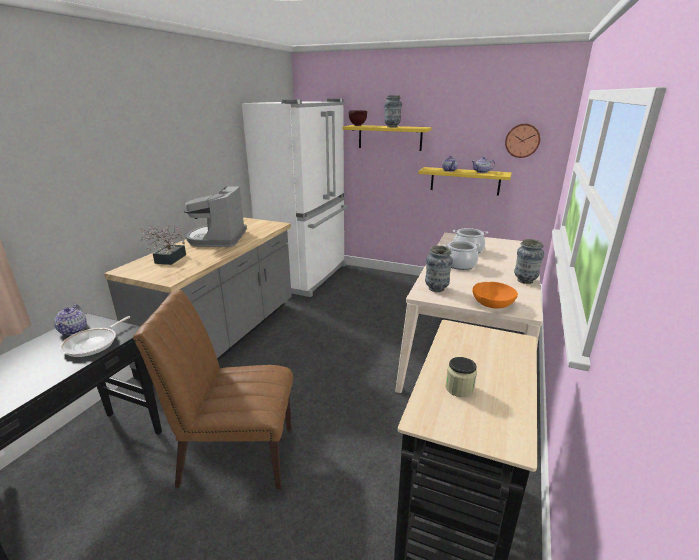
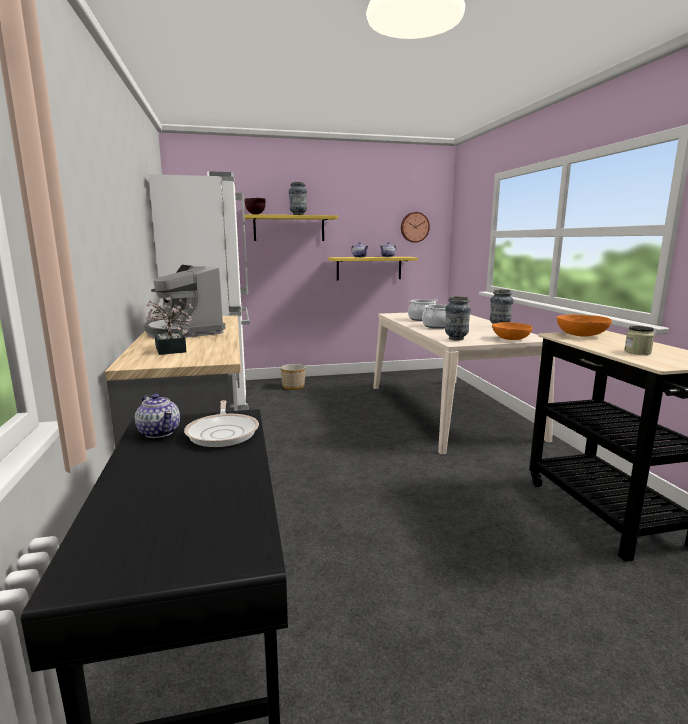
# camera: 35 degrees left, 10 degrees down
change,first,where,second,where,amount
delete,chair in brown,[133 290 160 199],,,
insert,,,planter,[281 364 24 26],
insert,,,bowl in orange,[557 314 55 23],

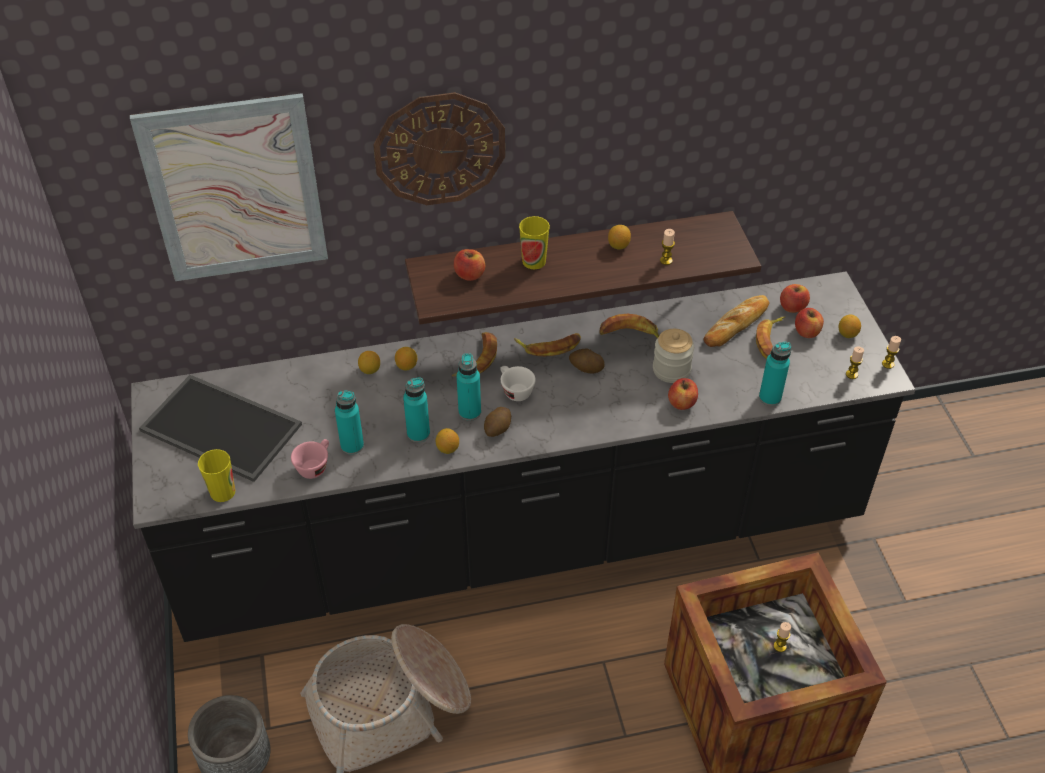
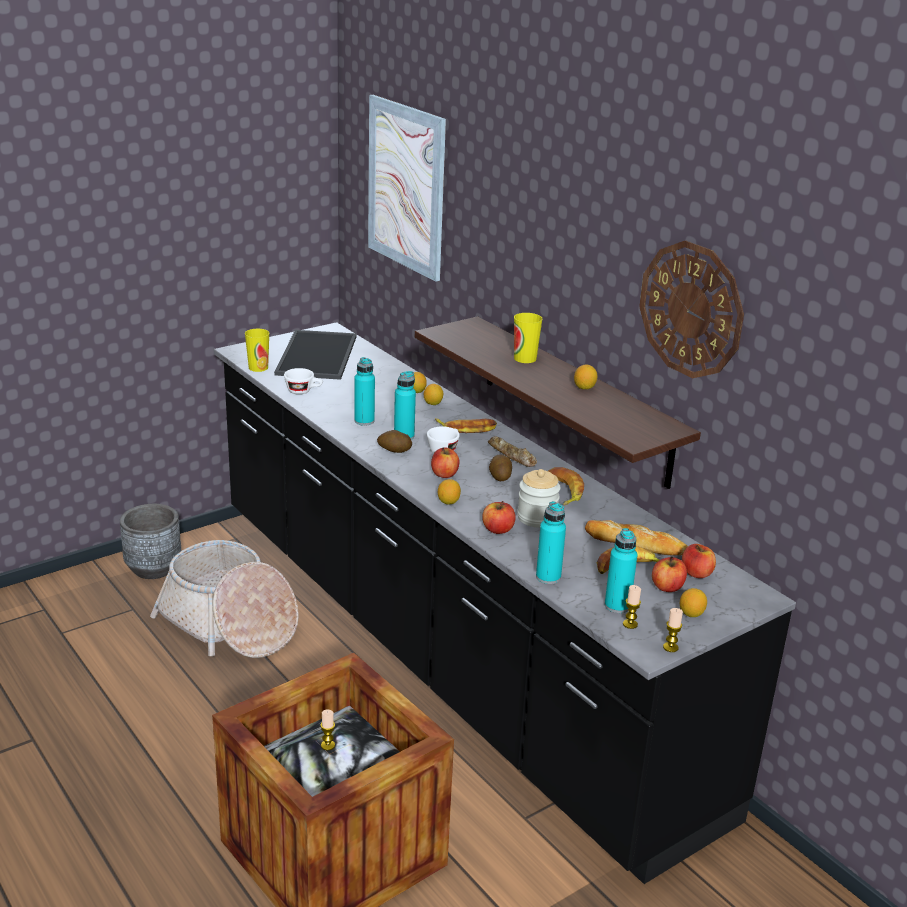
# camera: 65 degrees right, 20 degrees down
change,first,where,second,where,amount
recolor,cup in pink,[291 439 38 40],cup in white,[284 368 39 27],
move,bottle in turquoise,[335 390 29 65],,[605 528 32 85],
move,wall clock,[373 92 132 113],,[639 240 105 138],
move,lemon,[436 428 23 26],,[438 479 23 26],
move,apple,[454 249 31 32],,[431 447 28 31],
replace,banana,[514 333 67 24],bread,[488 436 49 31],
delete,candle,[660 229 15 36],,,

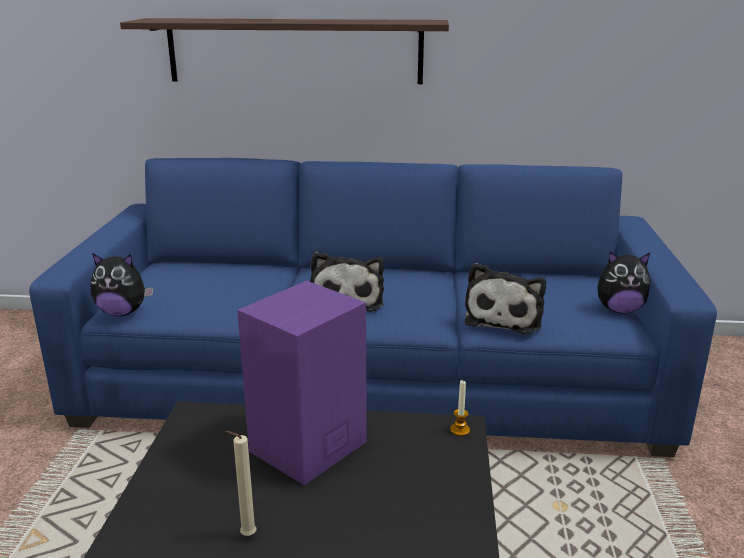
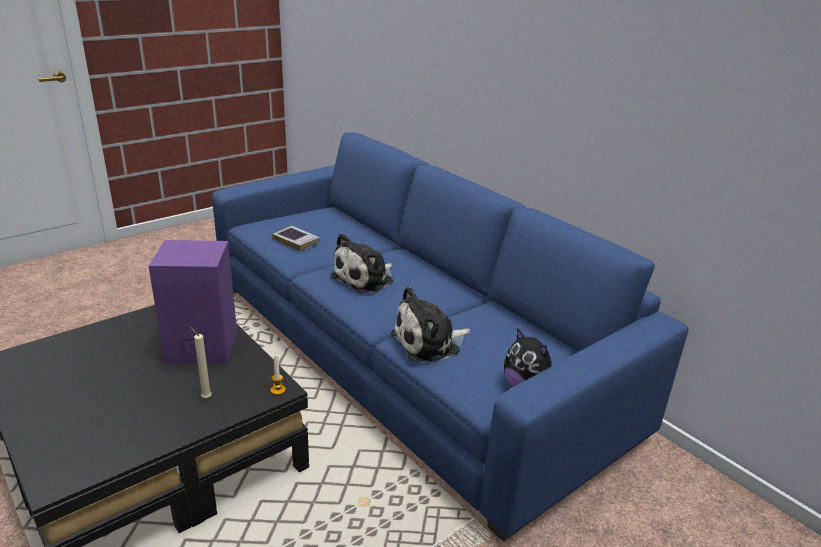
# camera: 45 degrees right, 5 degrees up
change,first,where,second,where,amount
delete,plush toy,[91 253 63 63],,,
delete,shelf,[120 18 329 66],,,
move,candle in beige,[225 431 31 105],,[190 327 22 71],
insert,,,book,[272 226 48 26],

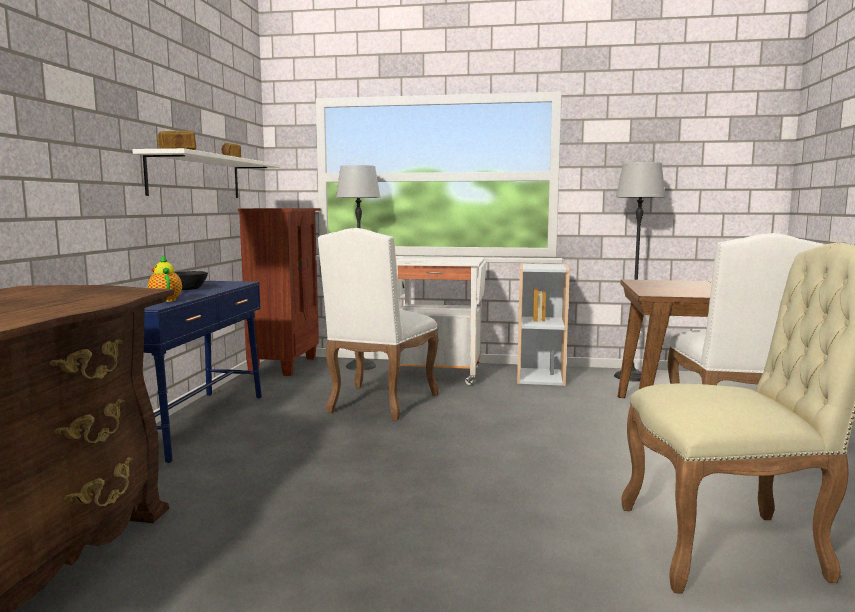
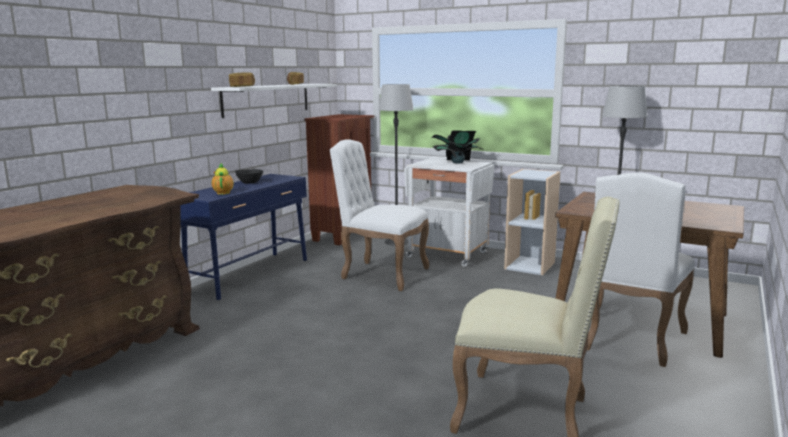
# camera: 20 degrees right, 5 degrees up
change,first,where,second,where,amount
rotate,chair in white,[318 228 121 193],,[330 139 99 152],75 degrees clockwise
insert,,,potted plant,[431 130 53 33],

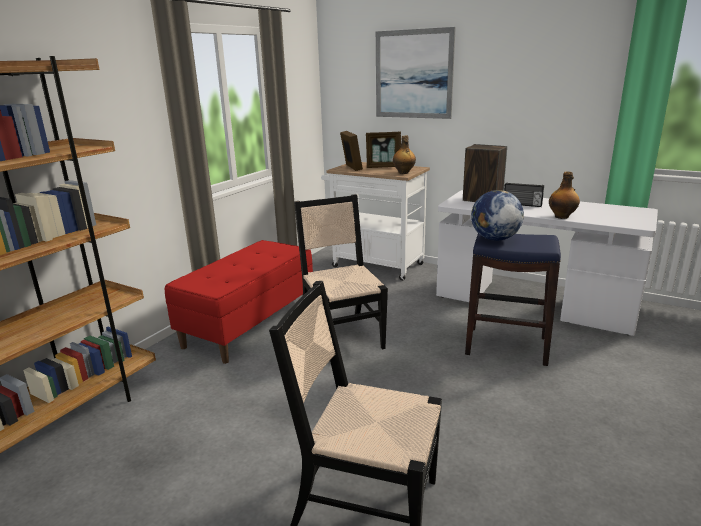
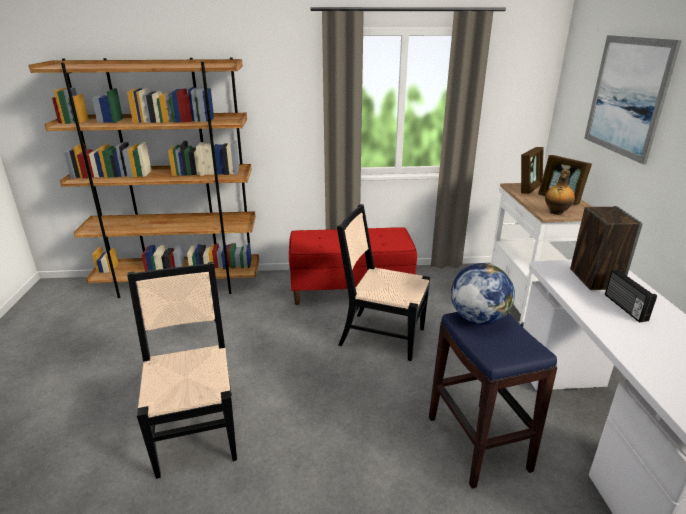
# camera: 55 degrees right, 5 degrees up
change,first,where,second,where,amount
rotate,chair,[294 194 94 155],,[337 204 93 157],105 degrees counterclockwise
delete,bottle,[549 171 31 48],,,

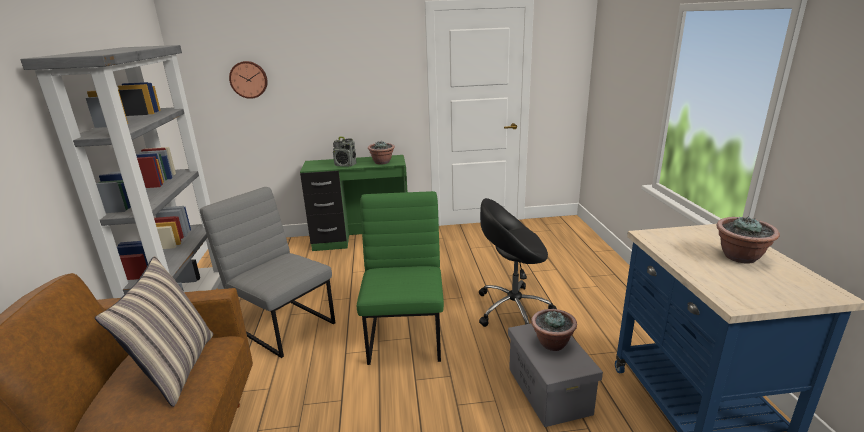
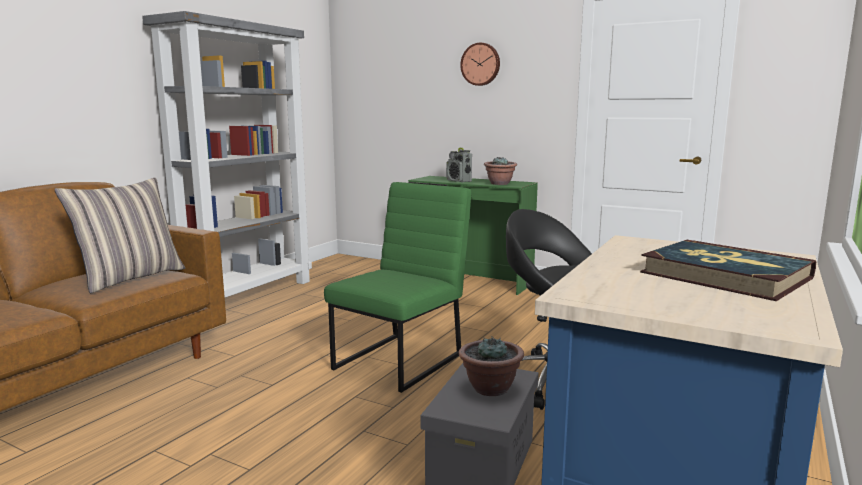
# camera: 35 degrees right, 10 degrees down
change,first,where,second,where,amount
delete,chair in grey,[200 187 135 171],,,
move,wall clock,[229 61 39 38],,[460 43 40 43],
replace,potted plant,[716 217 64 46],book,[640 240 176 61],

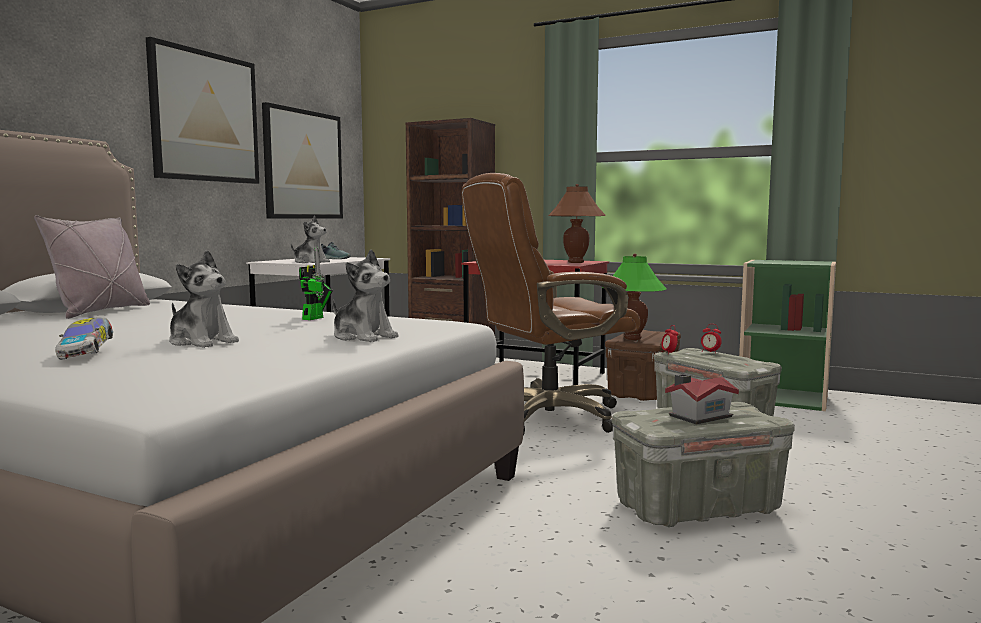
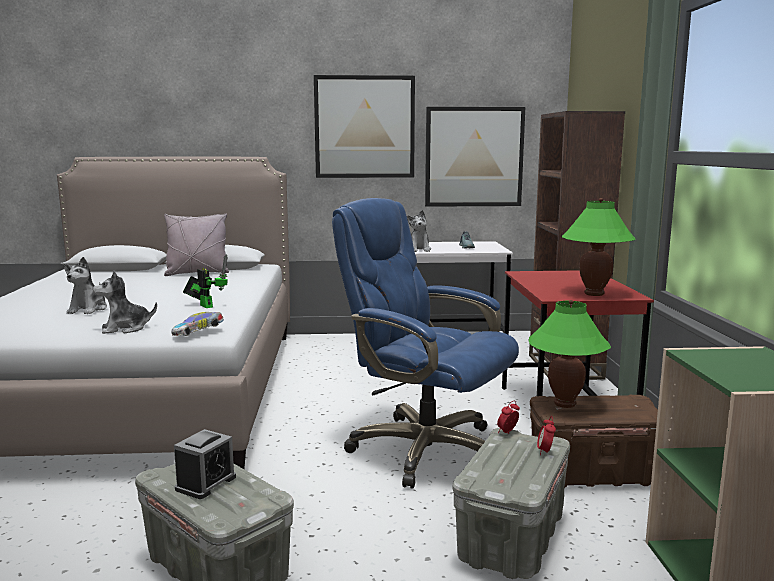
# camera: 60 degrees right, 5 degrees up
change,first,where,second,where,amount
move,toy car,[55 317 58 43],,[171 312 53 24],
rotate,toy robot,[299 246 34 74],,[183 255 45 53],120 degrees counterclockwise
rotate,plush toy,[333 249 66 93],,[93 270 64 64],60 degrees clockwise
recolor,office chair in brown,[462 173 178 262],office chair in blue,[332 198 187 291],
recolor,table lamp in brown,[548 184 58 79],table lamp in green,[562 198 74 98],
replace,toy house,[665 374 74 51],alarm clock,[174 429 62 70],

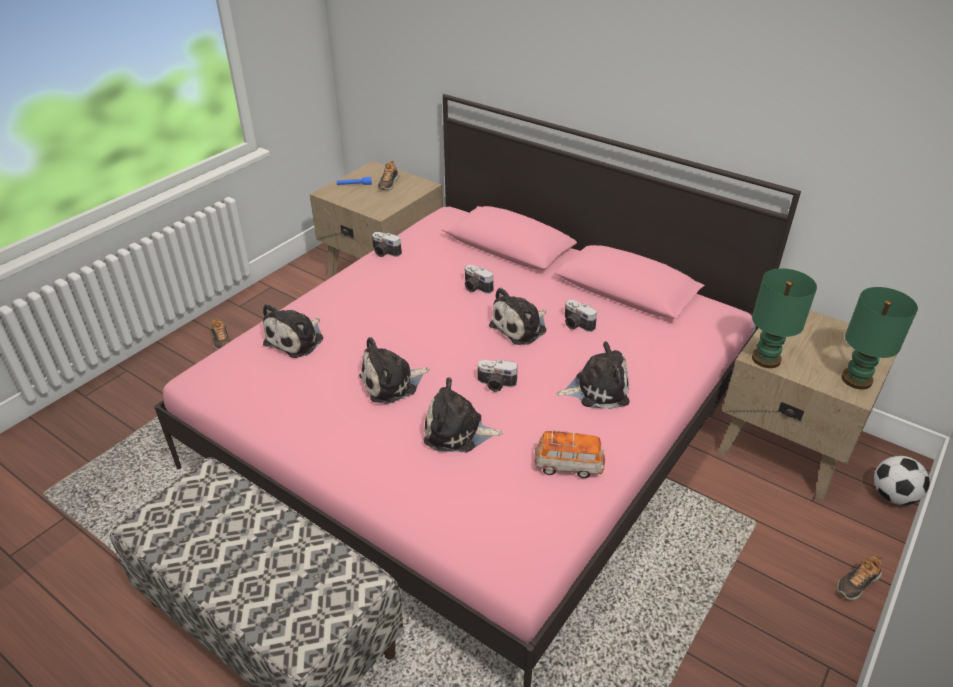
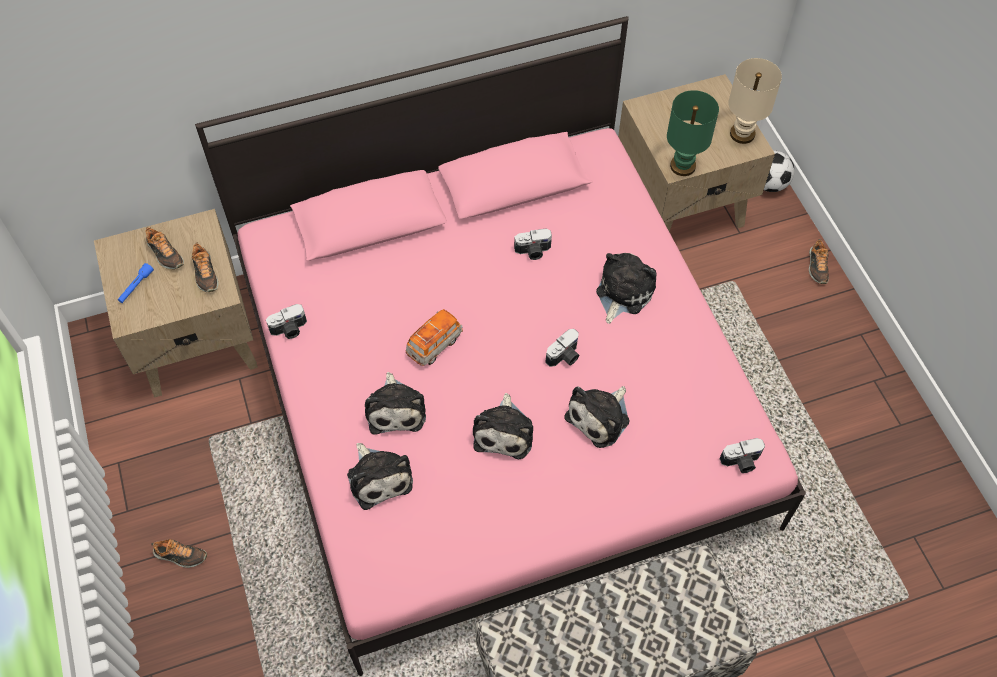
# camera: 55 degrees left, 20 degrees up
change,first,where,second,where,amount
move,photo camera,[465 265 28 29],,[719 438 46 35],
move,plush toy,[489 288 58 57],,[365 372 61 63],
move,toy car,[534 430 71 48],,[406 309 57 57],
recolor,table lamp in green,[842 287 76 102],table lamp in beige,[728 58 54 86],
insert,,,shoe,[192 242 27 50],

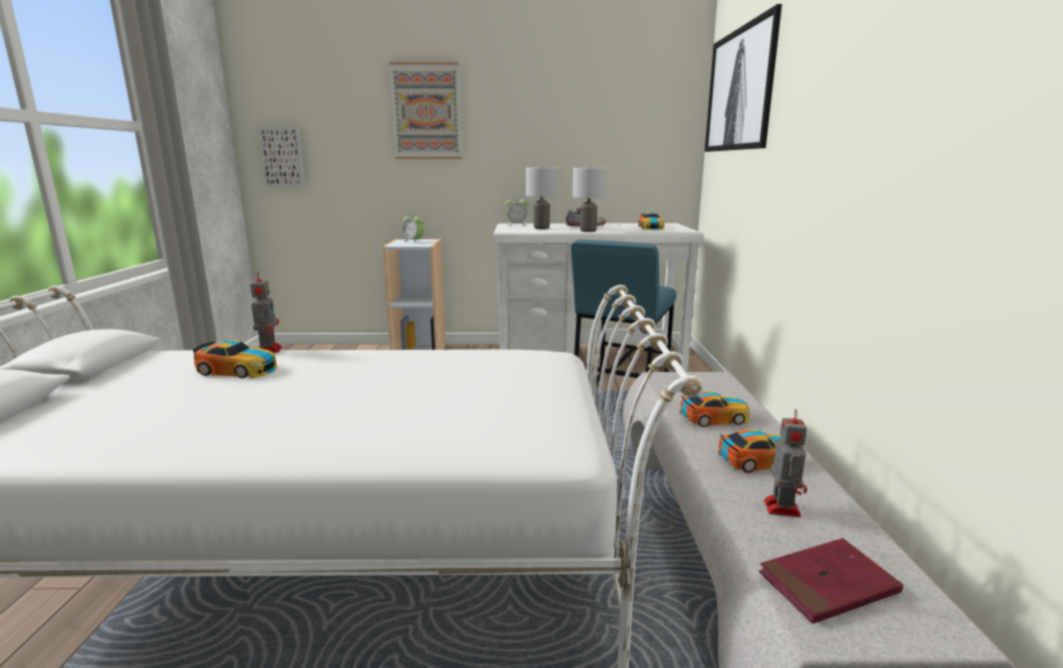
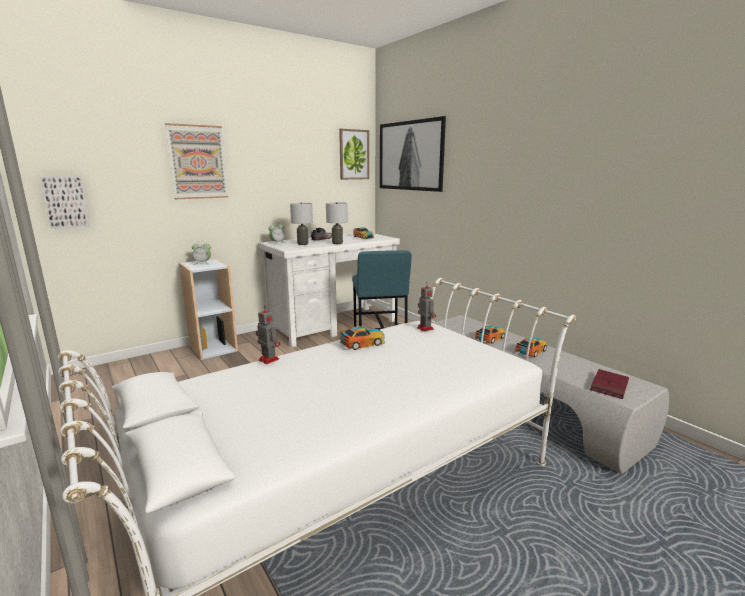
# camera: 35 degrees left, 0 degrees up
change,first,where,second,where,amount
move,toy car,[193 340 84 38],,[340 326 45 24],
move,toy robot,[764 409 43 108],,[417 282 19 49],
insert,,,picture,[339 129 30 51],

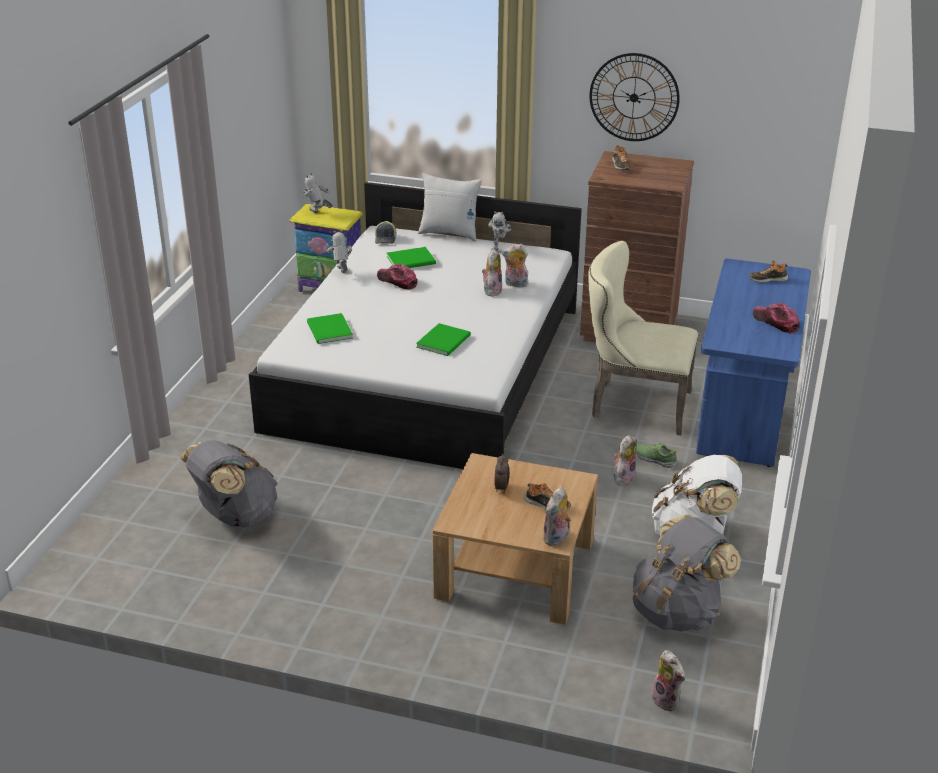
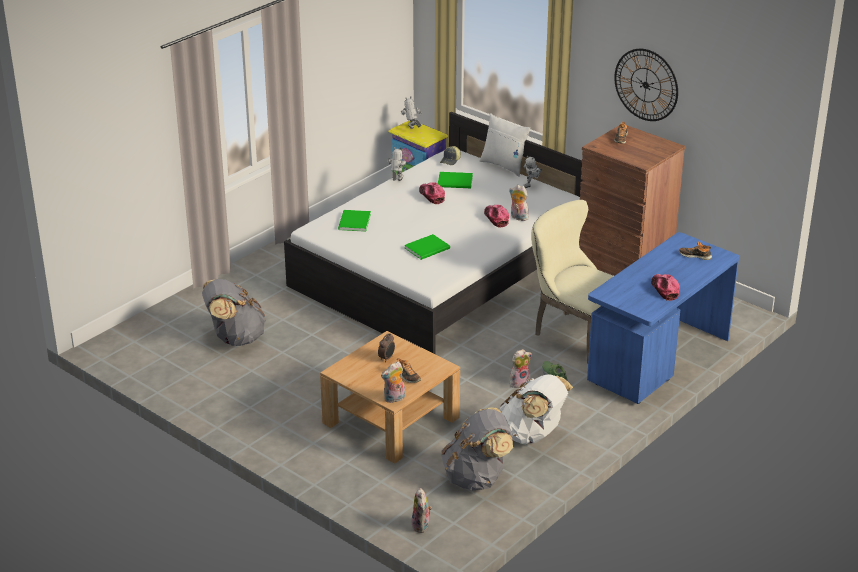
# camera: 25 degrees right, 0 degrees up
change,first,where,second,where,amount
replace,plush toy,[482 249 20 48],cap,[484 205 25 23],

